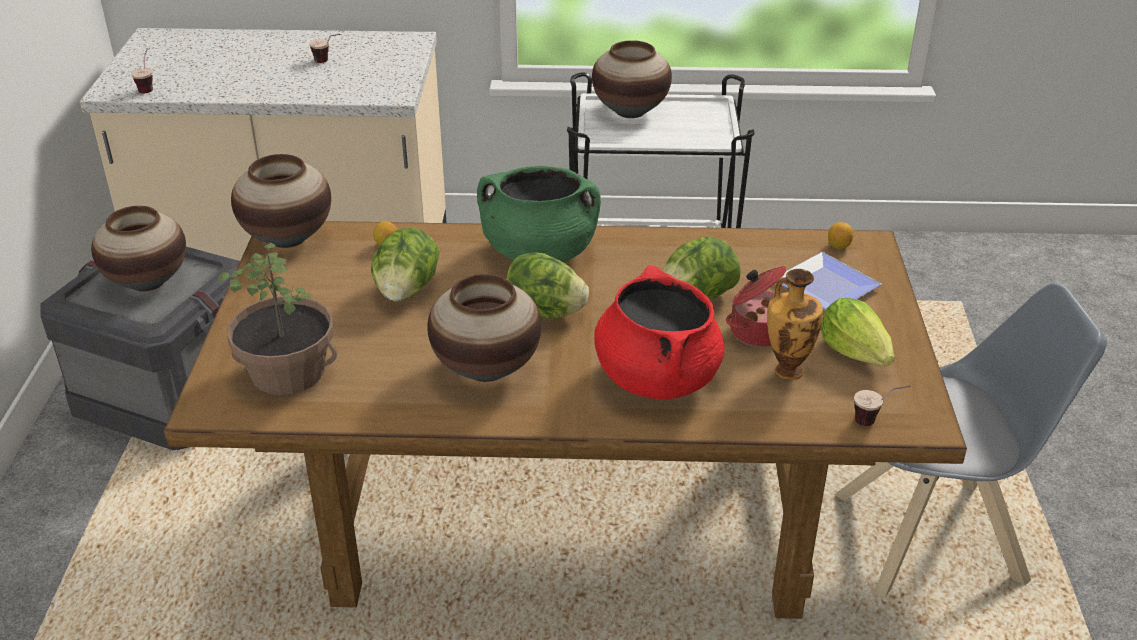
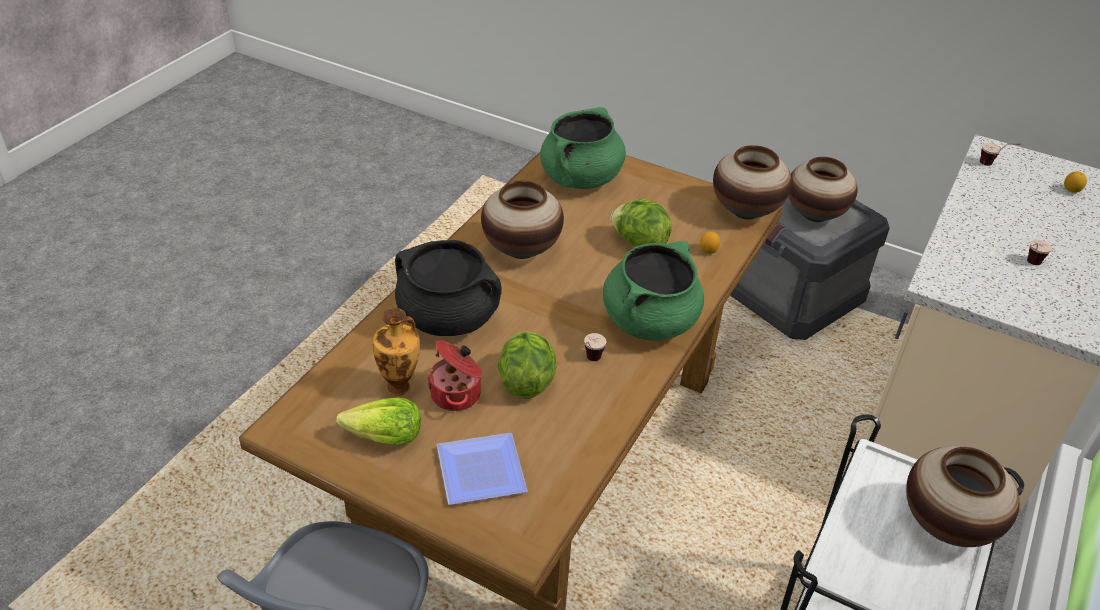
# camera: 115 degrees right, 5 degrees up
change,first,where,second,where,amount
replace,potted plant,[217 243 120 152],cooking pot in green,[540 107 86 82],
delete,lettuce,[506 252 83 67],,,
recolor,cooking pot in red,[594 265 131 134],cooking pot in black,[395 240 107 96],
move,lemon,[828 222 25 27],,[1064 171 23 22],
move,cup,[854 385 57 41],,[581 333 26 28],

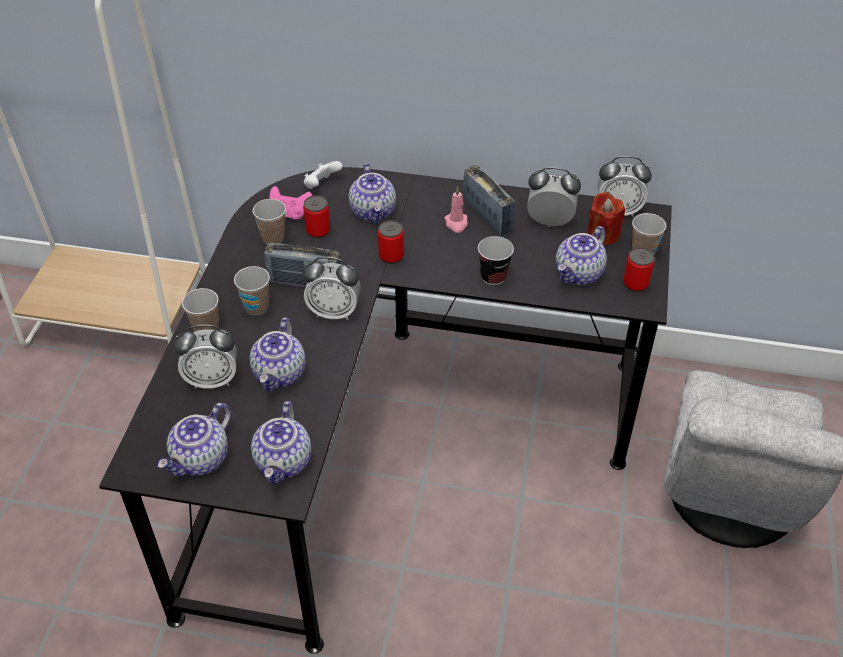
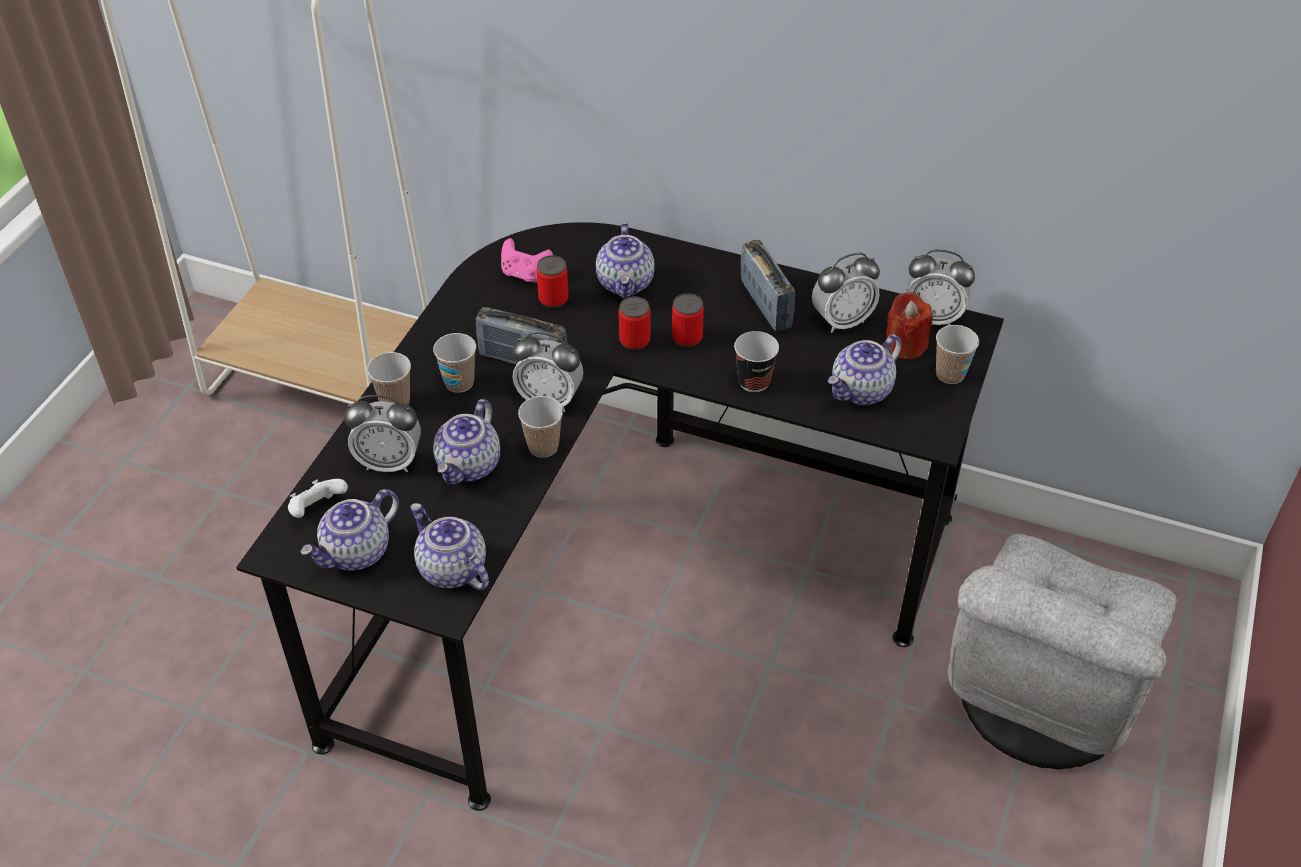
# camera: 10 degrees right, 0 degrees up
change,first,where,second,where,amount
rotate,teapot,[251 401 60 83],,[410 503 79 87],120 degrees clockwise
move,cup,[253 199 33 45],,[518 396 45 62],
move,game controller in white,[304 161 39 28],,[288 479 60 39],
delete,candle in pink,[444 186 24 47],,,
rotate,alarm clock,[527 167 54 60],,[812 253 68 80],135 degrees clockwise
move,can,[623 247 31 45],,[672 293 32 54],

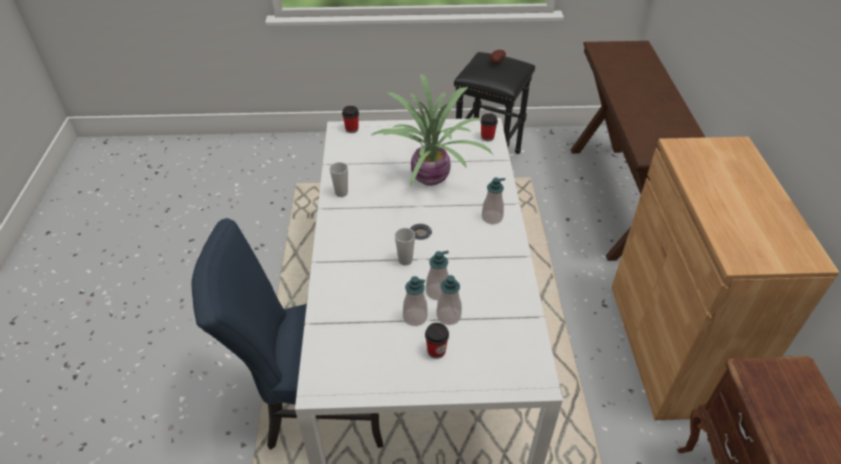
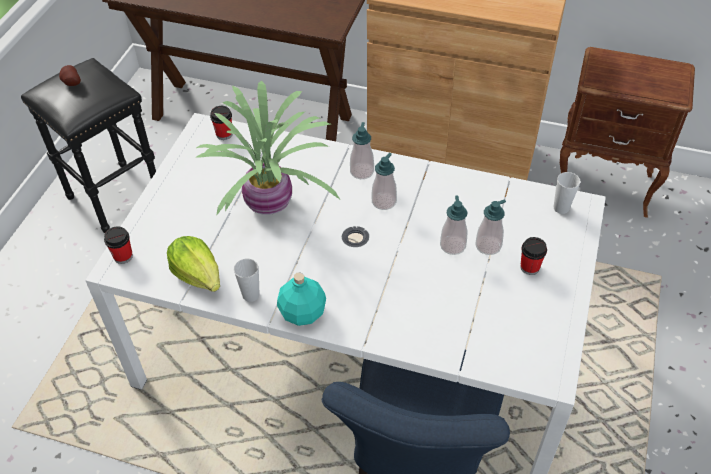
# camera: 70 degrees left, 5 degrees up
change,first,where,second,where,amount
move,cup,[395 228 20 38],,[554 172 26 42],
move,soap dispenser,[403 276 25 50],,[372 153 25 57],
insert,,,lettuce,[167 236 53 56],
insert,,,bottle in turquoise,[277 272 49 54],

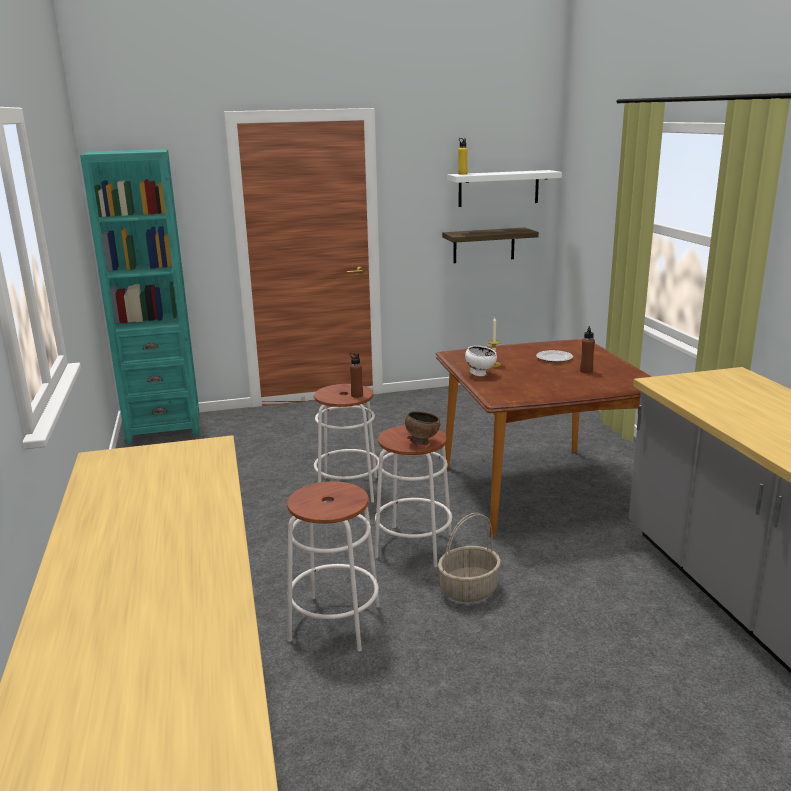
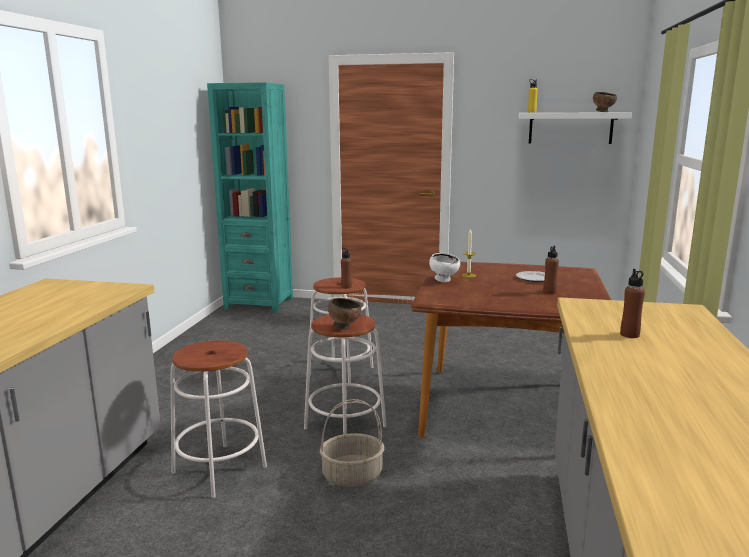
# camera: 25 degrees right, 5 degrees down
change,first,where,second,where,amount
delete,shelf,[442 227 97 36],,,
insert,,,bowl in brown,[593 92 24 20],
insert,,,bottle in brown,[620 269 25 69],

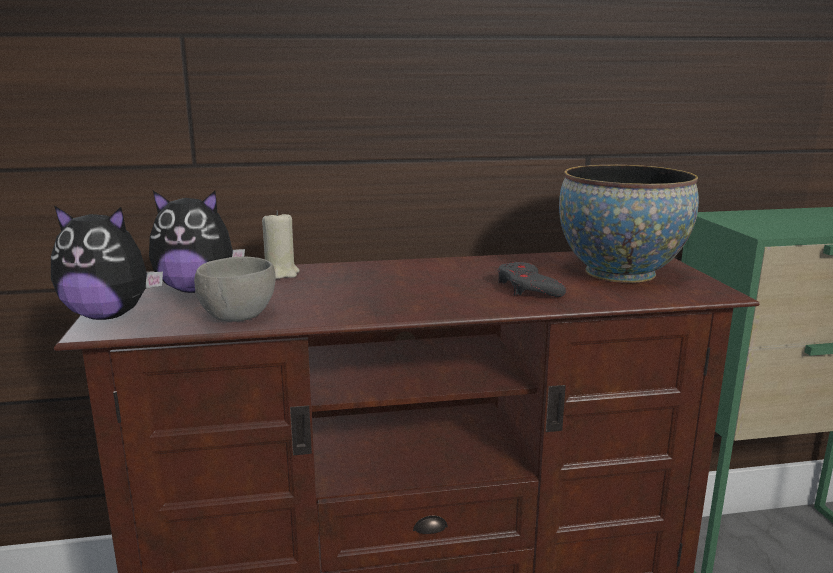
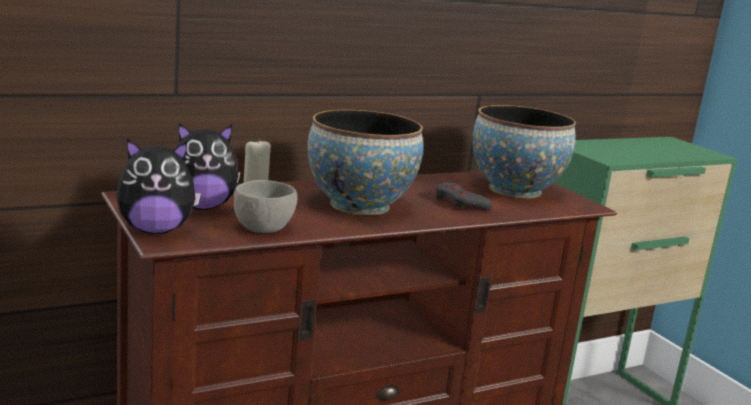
# camera: 20 degrees left, 0 degrees up
change,first,where,second,where,amount
insert,,,bowl,[308 110 115 105],

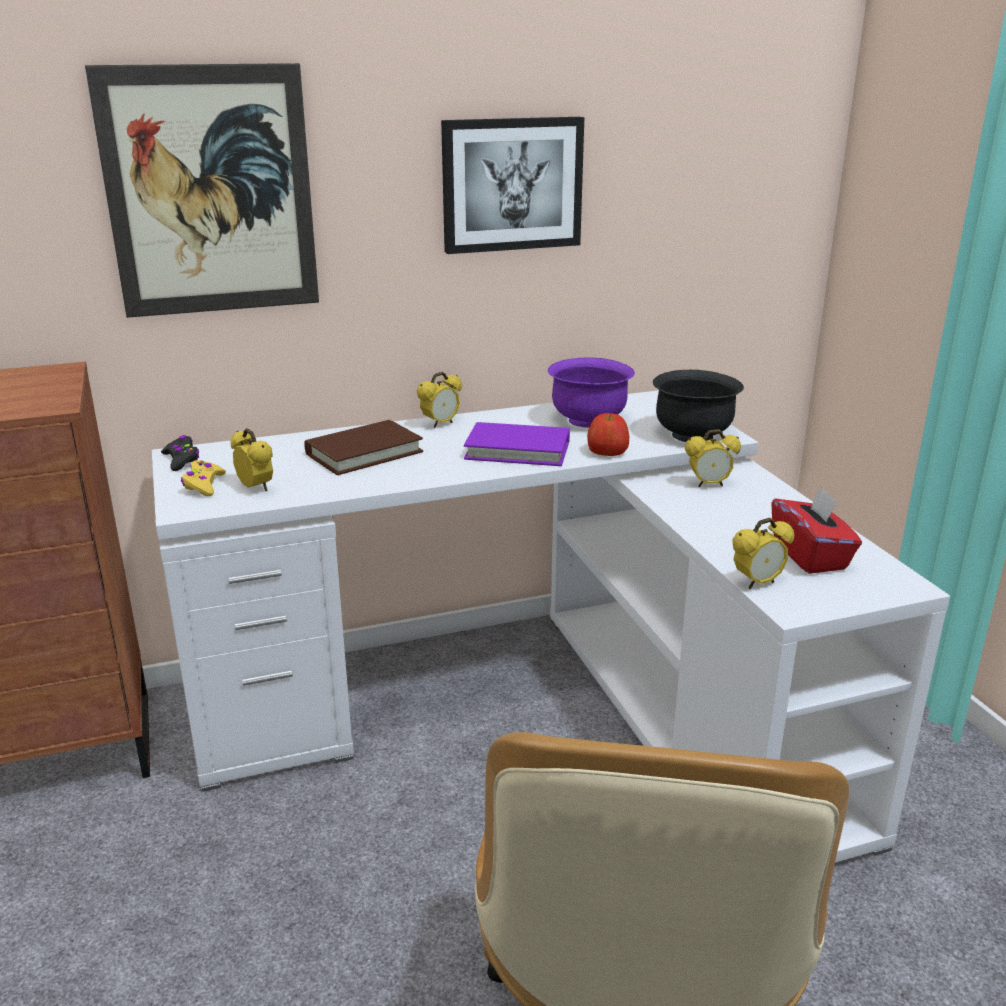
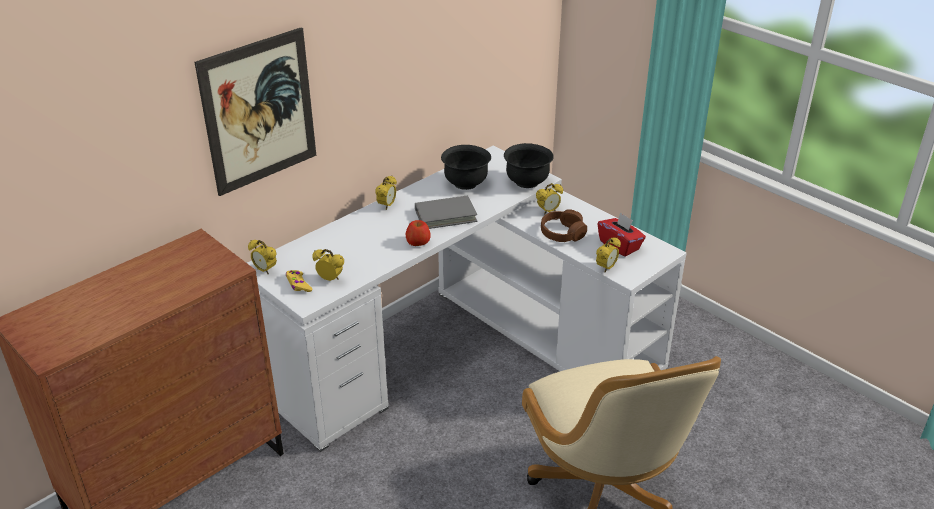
# camera: 25 degrees left, 10 degrees up
change,first,where,second,where,amount
replace,game controller in black,[161 435 38 36],alarm clock,[248 240 29 35],
delete,book in brown,[304 420 119 55],,,
delete,picture,[441 117 143 137],,,
recolor,book in purple,[464 422 106 44],book in grey,[415 196 62 33],
recolor,bowl in purple,[548 358 87 70],bowl in black,[441 145 50 45],
move,apple,[587 413 42 43],,[405 220 26 26],
insert,,,headphones in brown,[541 209 46 33],

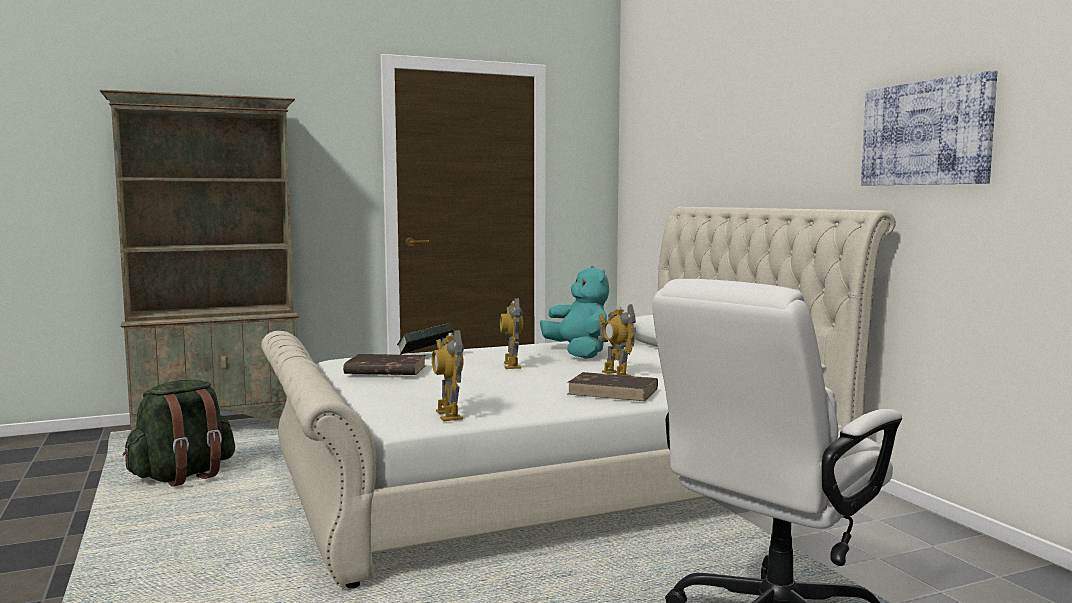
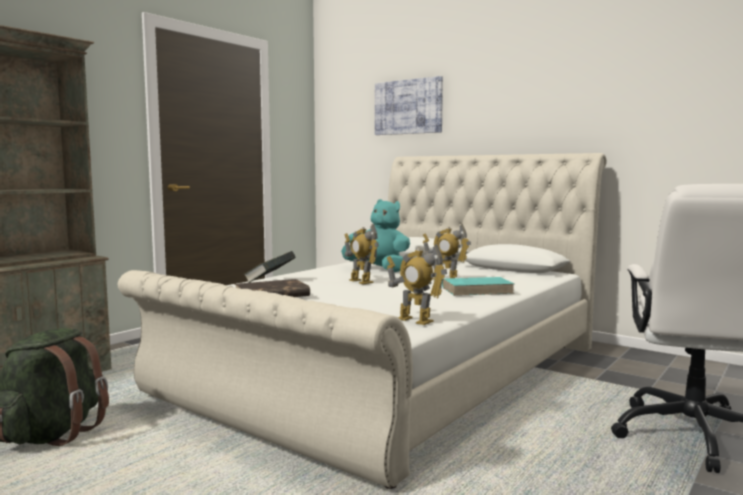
# camera: 30 degrees left, 0 degrees up
change,first,where,second,where,amount
recolor,book in brown,[568 372 90 29],book in turquoise,[442 277 73 19],
move,picture,[861 70 136 115],,[375 76 68 59],

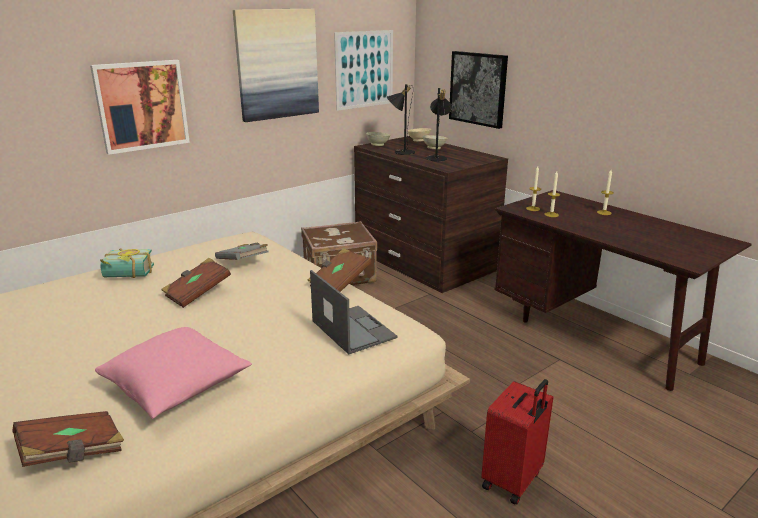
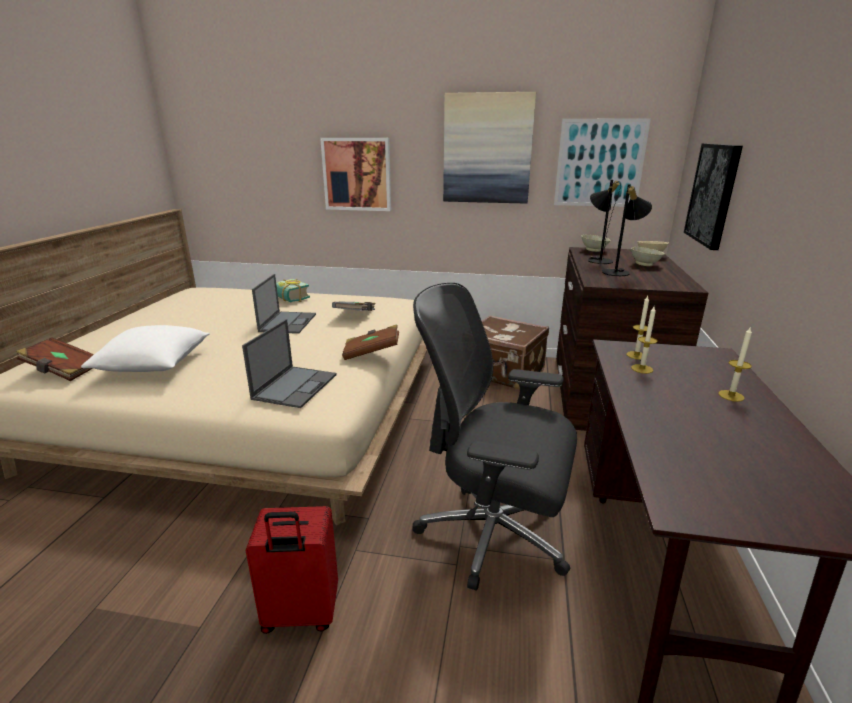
# camera: 50 degrees right, 0 degrees up
change,first,where,second,where,amount
recolor,pillow in pink,[95 327 157 92],pillow in white,[81 325 129 47],
replace,book in brown,[161 258 70 50],laptop,[252 274 64 60],
insert,,,office chair,[412 283 165 308],

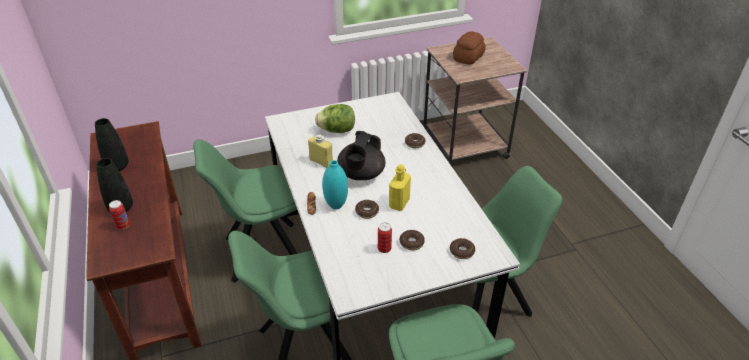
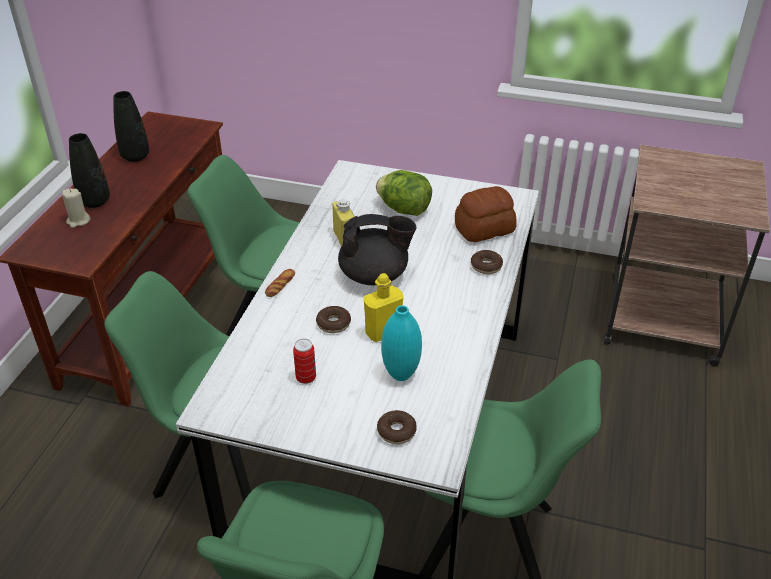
# camera: 35 degrees right, 0 degrees up
change,first,where,second,where,amount
replace,can,[109 200 21 30],candle in beige,[62 189 28 39],
move,vase in turquoise,[322 160 26 49],,[381 305 41 76],
rotate,teapot in black,[337 131 48 49],,[338 214 78 71],150 degrees counterclockwise
delete,donut,[400 230 25 21],,,
move,bread,[453 31 33 34],,[455 186 62 56],

